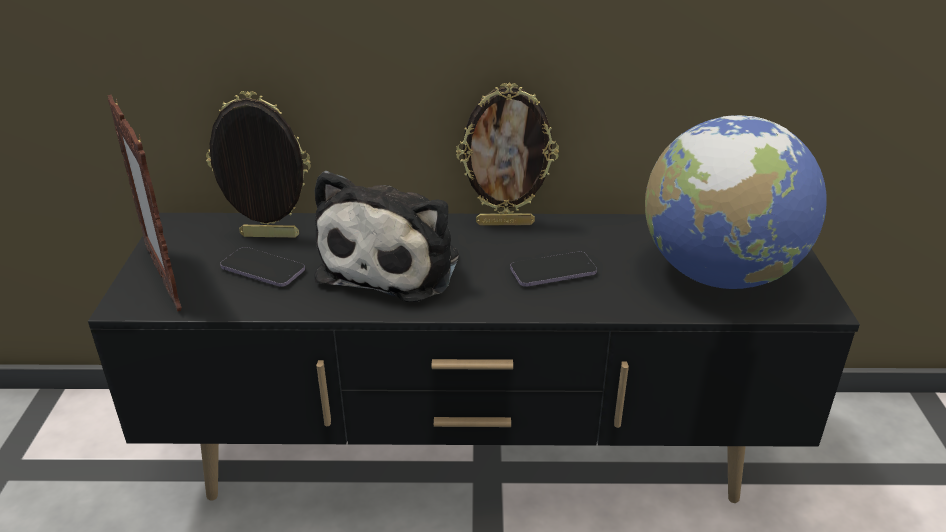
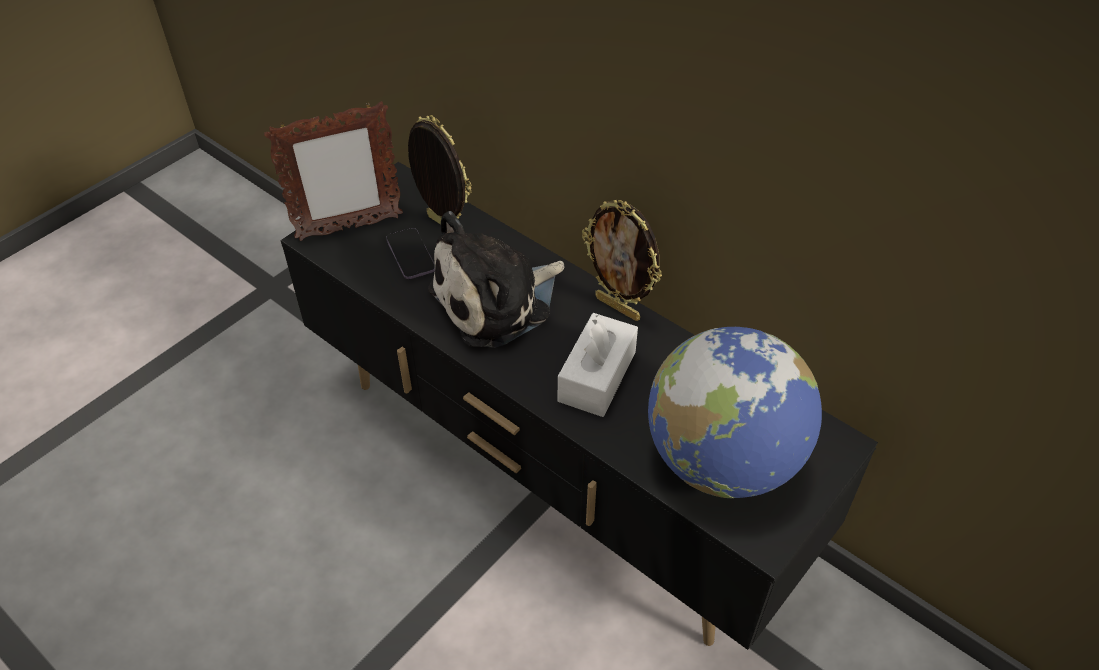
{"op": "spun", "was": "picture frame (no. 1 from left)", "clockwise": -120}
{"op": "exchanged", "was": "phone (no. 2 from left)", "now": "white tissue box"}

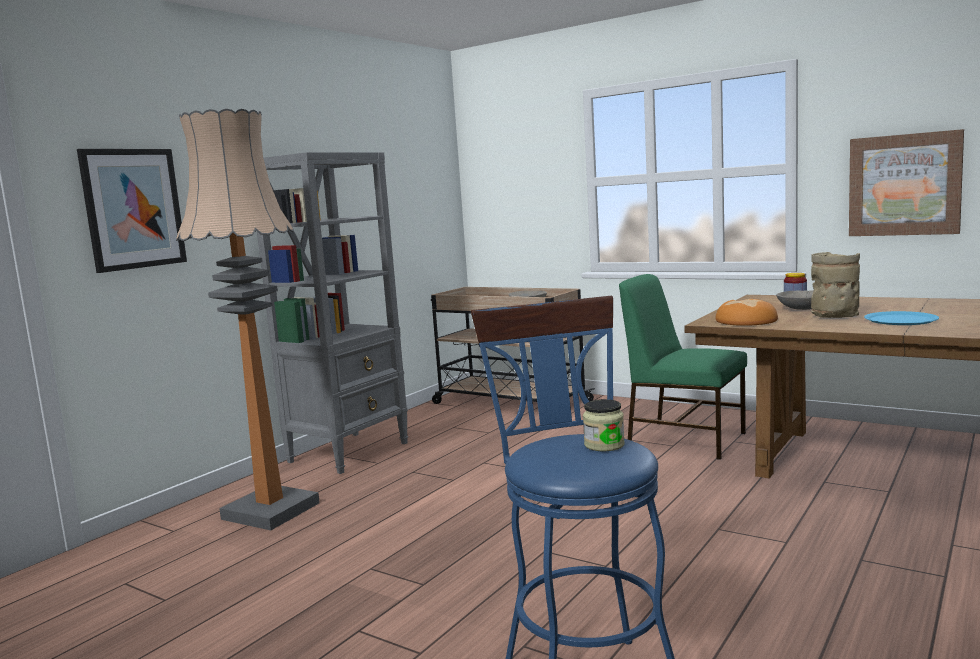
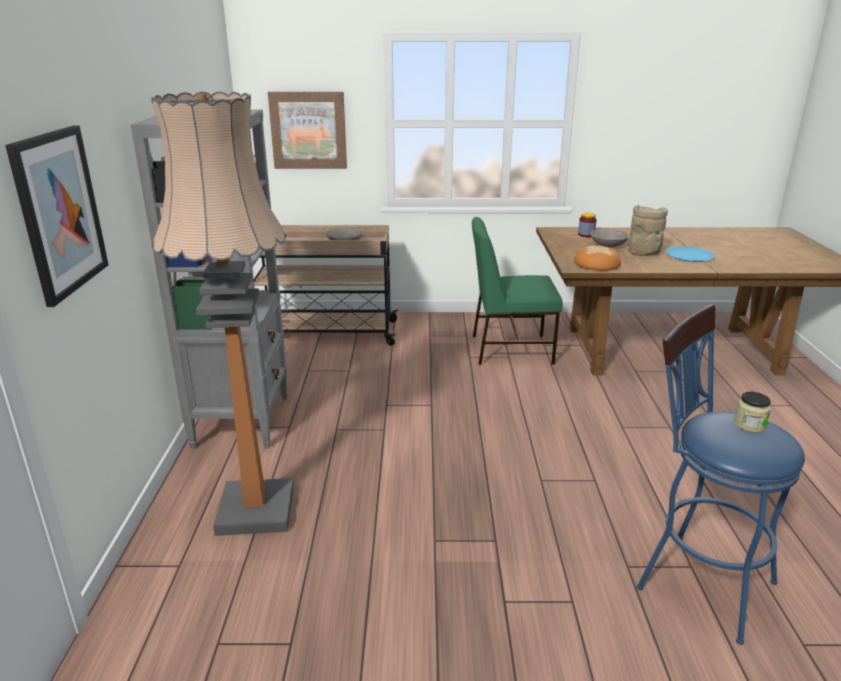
{"op": "relocated", "was": "picture (no. 2 from left)"}

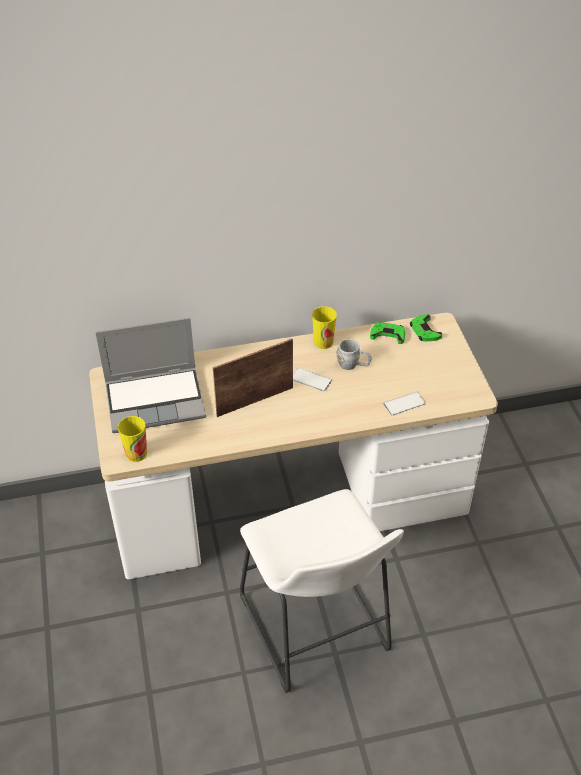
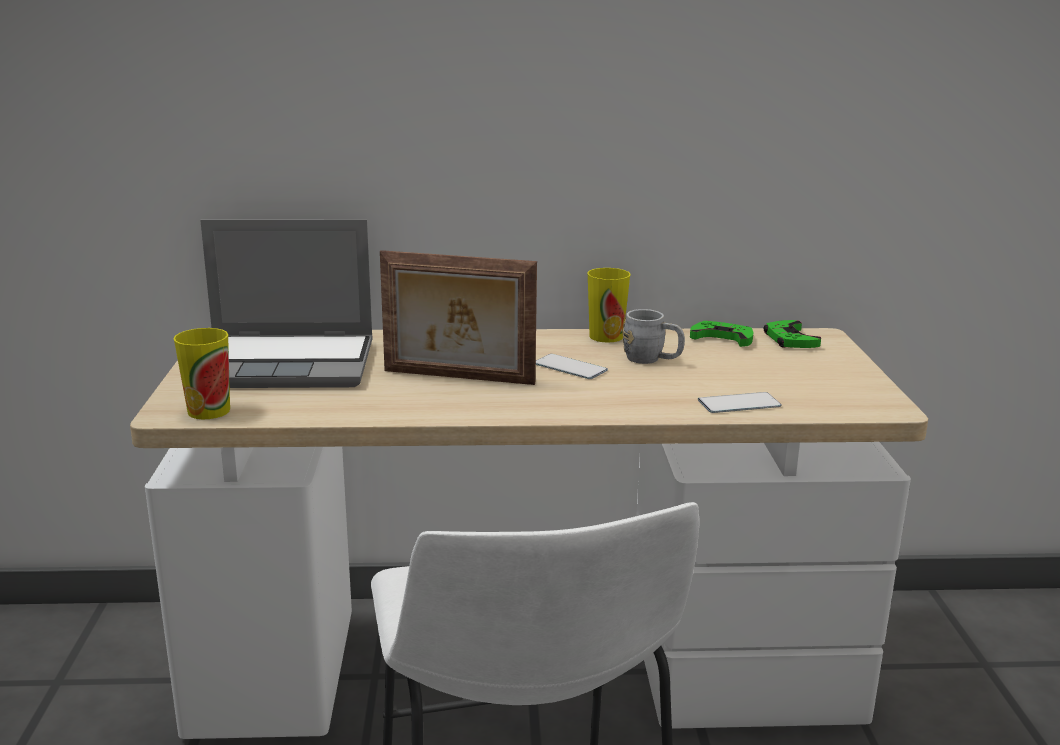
{"op": "spun", "was": "picture frame", "clockwise": -150}

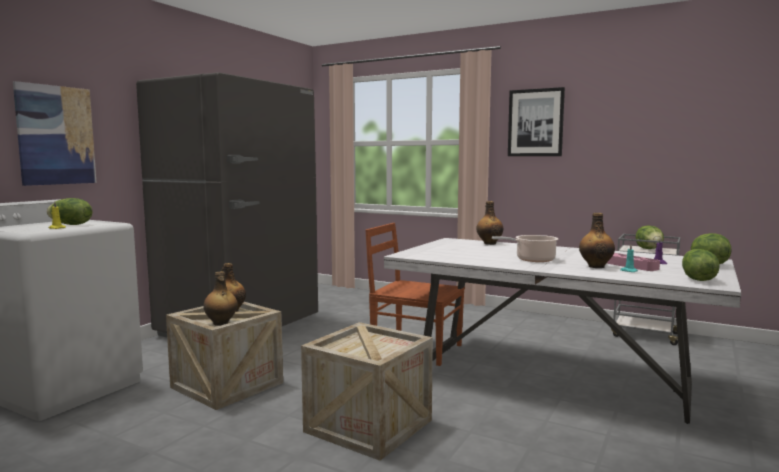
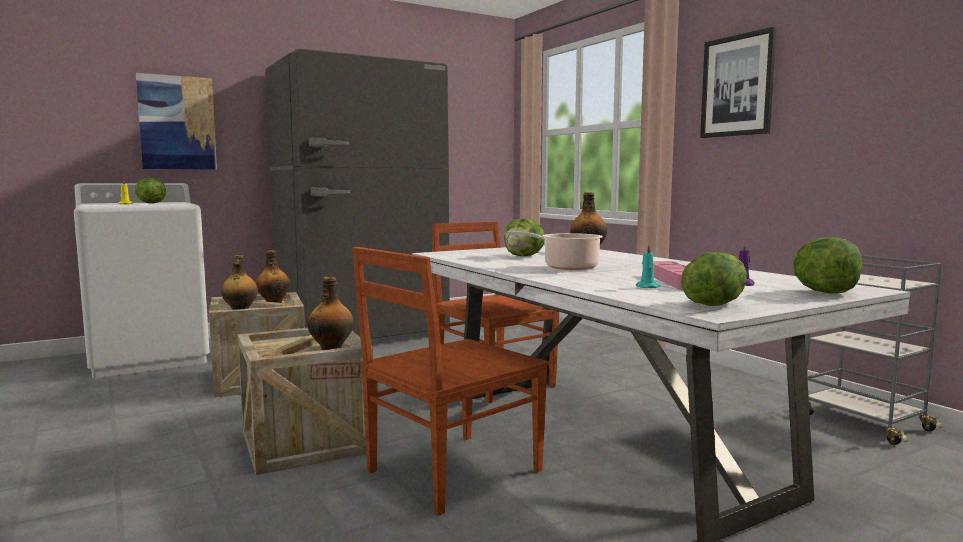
{"op": "relocated", "was": "bottle (no. 4 from left in the first image)", "now": "bottle (no. 3 from left)"}
{"op": "appeared", "now": "brown chair (no. 1 from left)"}
{"op": "relocated", "was": "lettuce (no. 2 from left)"}

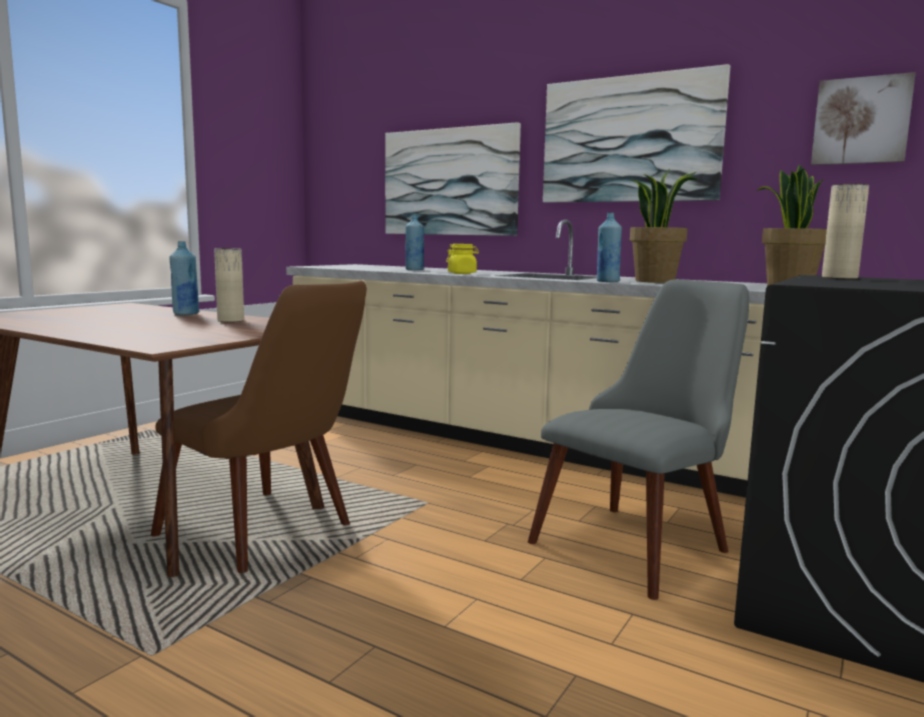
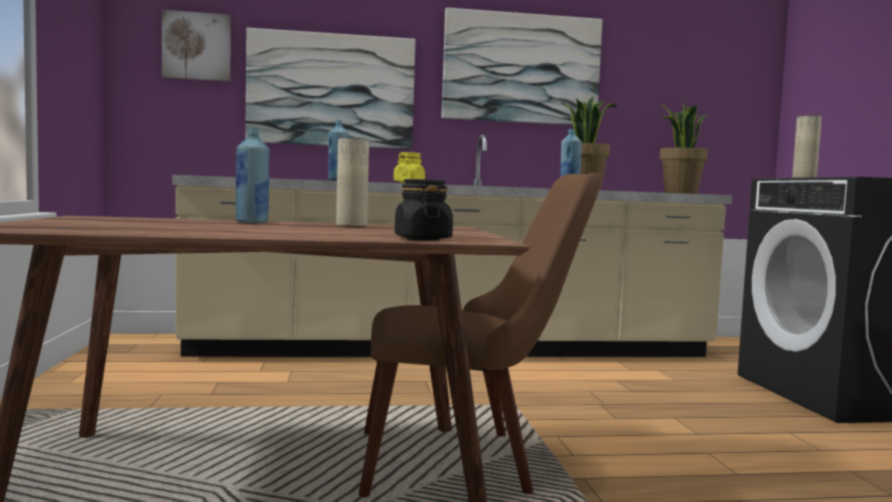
{"op": "relocated", "was": "picture (no. 3 from left in the first image)", "now": "picture (no. 1 from left)"}
{"op": "appeared", "now": "black jar"}
{"op": "missing", "was": "grey chair"}

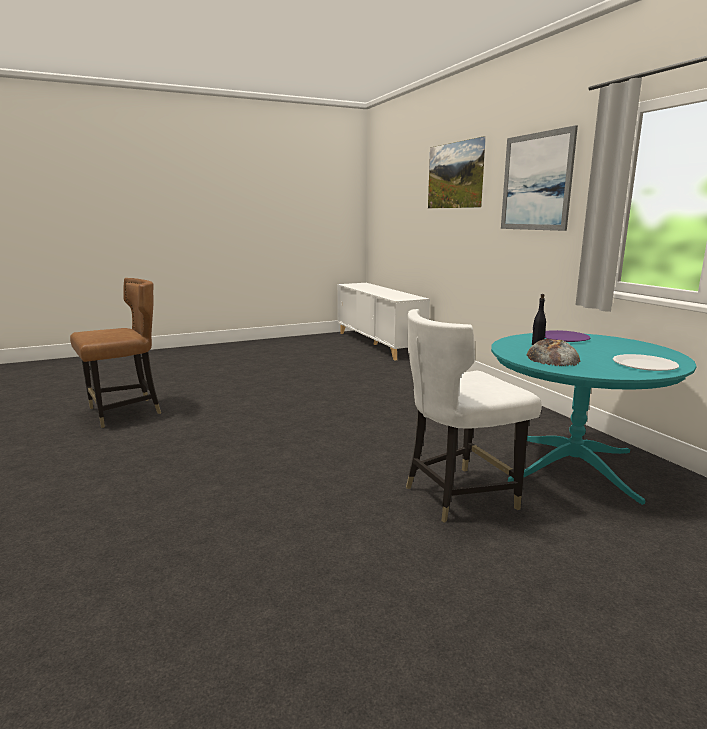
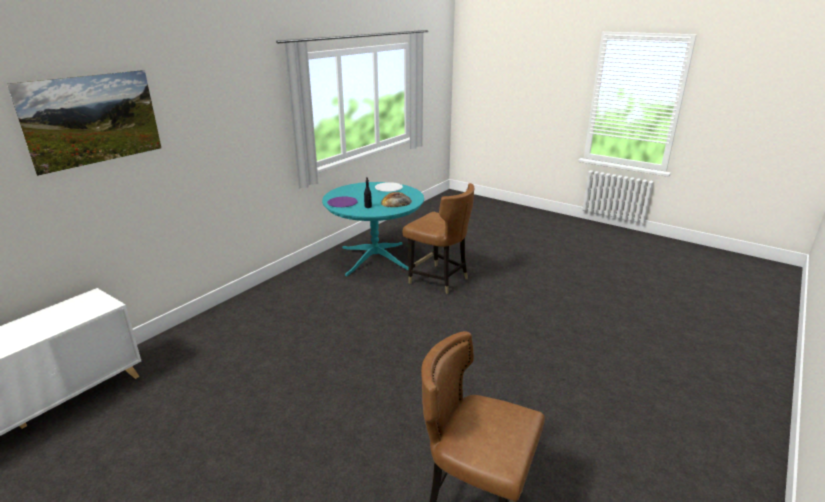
{"op": "colour", "was": "white chair", "now": "brown chair (no. 1 from left)"}
{"op": "missing", "was": "picture (no. 2 from left)"}

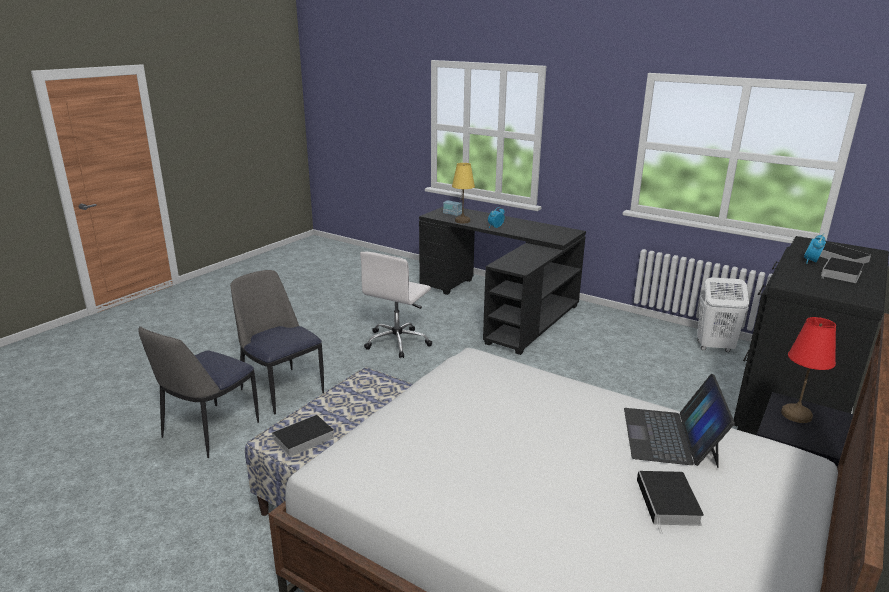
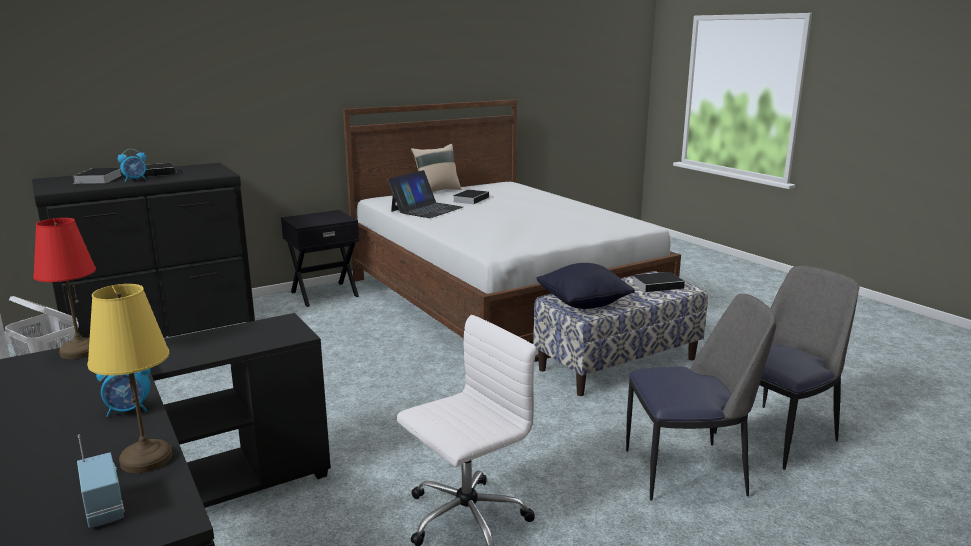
{"op": "relocated", "was": "red table lamp"}
{"op": "appeared", "now": "beige pillow"}
{"op": "appeared", "now": "black pillow"}
{"op": "spun", "was": "chair (no. 2 from left in the first image)", "clockwise": -75}

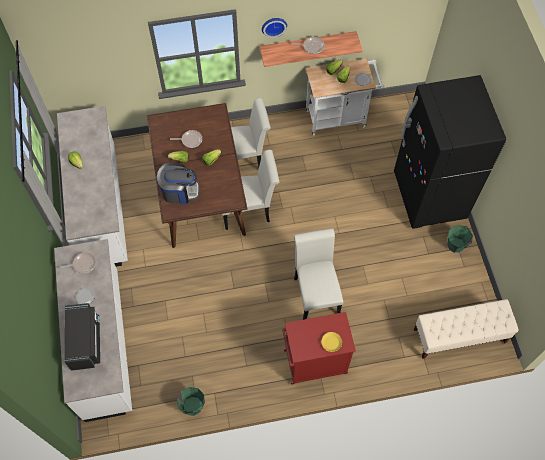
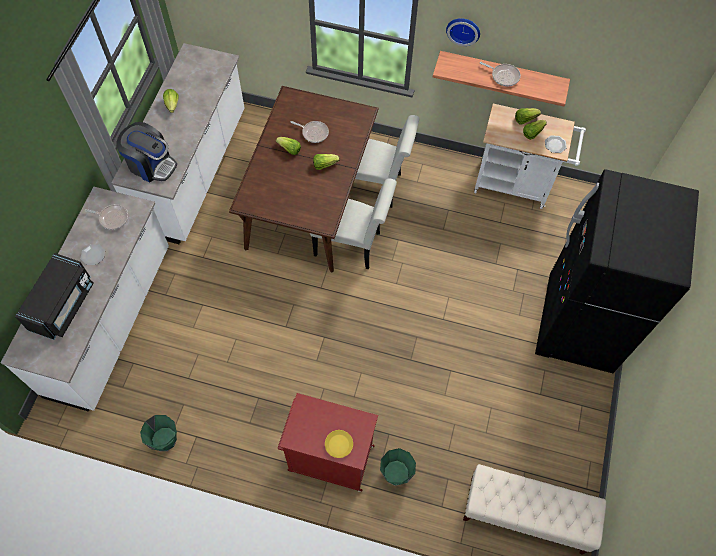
{"op": "relocated", "was": "coffee machine"}
{"op": "relocated", "was": "green bucket (no. 2 from left)"}
{"op": "missing", "was": "white chair (no. 3 from left)"}

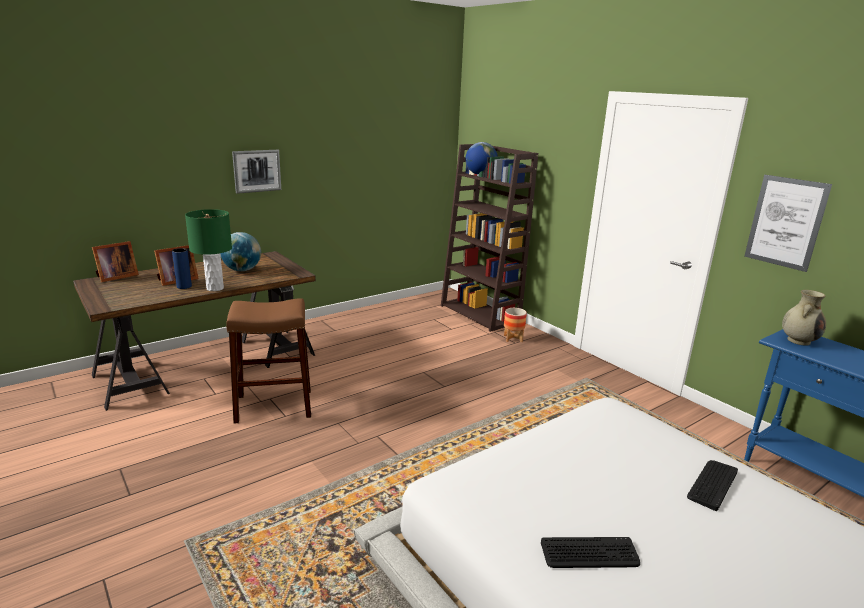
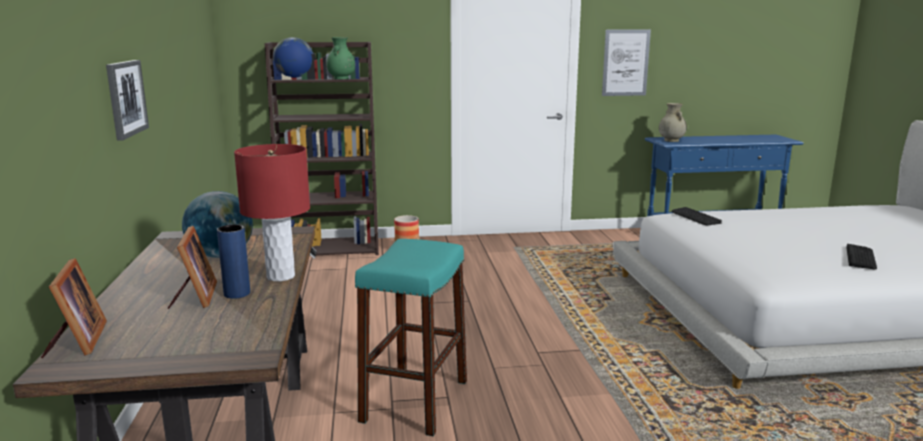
{"op": "colour", "was": "green table lamp", "now": "red table lamp"}
{"op": "appeared", "now": "green vase"}
{"op": "colour", "was": "brown stool", "now": "turquoise stool"}
{"op": "relocated", "was": "keyboard (no. 2 from left in the first image)", "now": "keyboard (no. 1 from left)"}

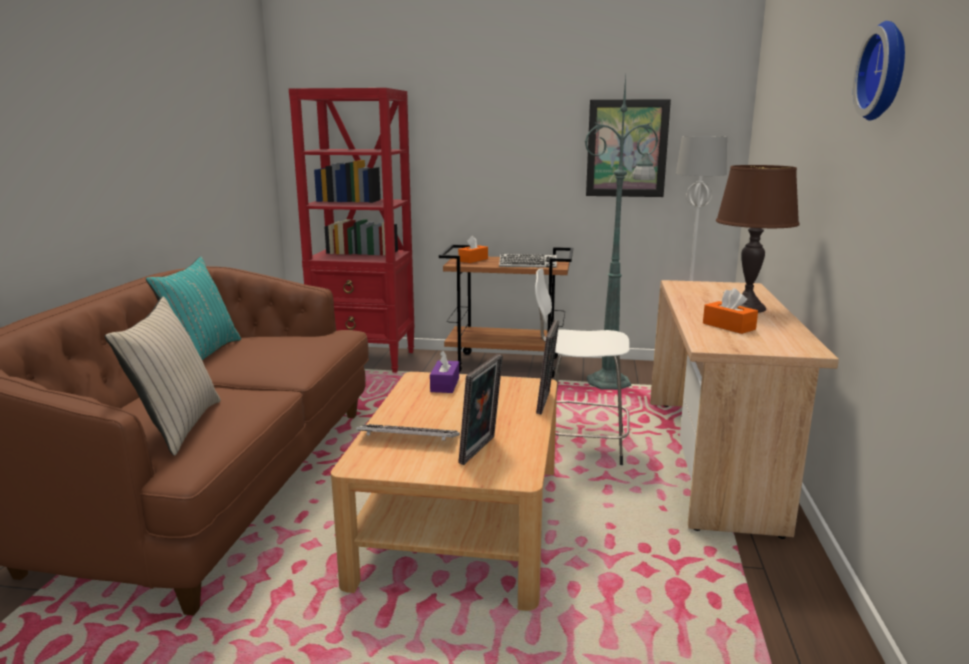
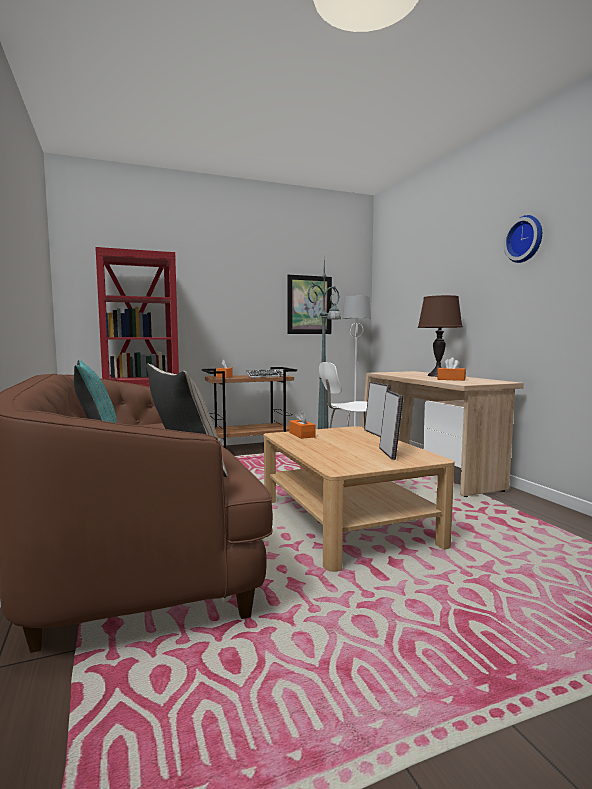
{"op": "colour", "was": "purple tissue box", "now": "orange tissue box (no. 2 from left)"}
{"op": "missing", "was": "keyboard (no. 1 from left)"}

